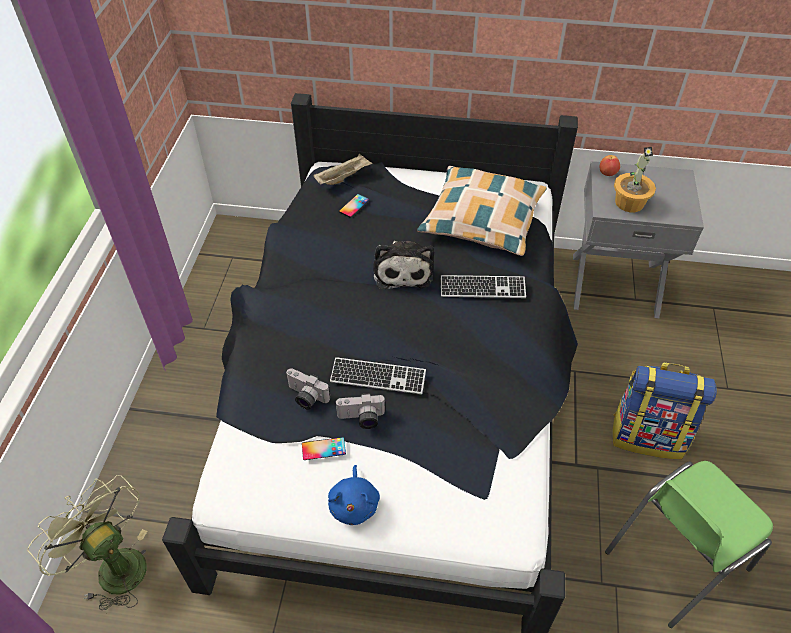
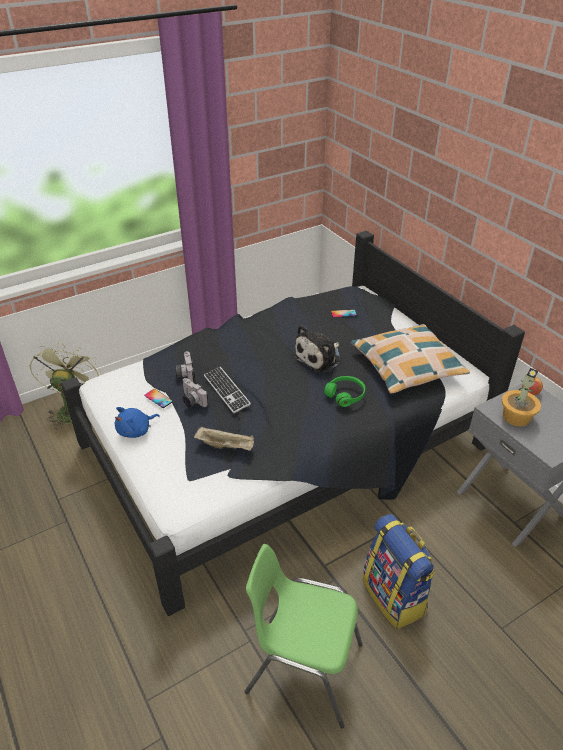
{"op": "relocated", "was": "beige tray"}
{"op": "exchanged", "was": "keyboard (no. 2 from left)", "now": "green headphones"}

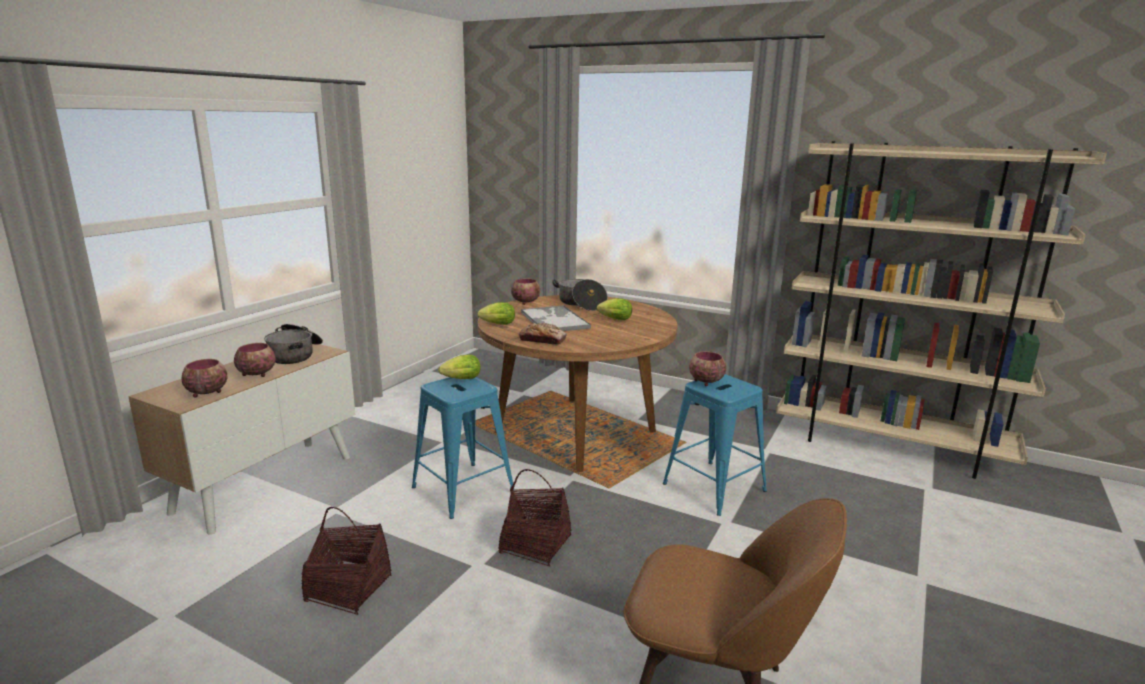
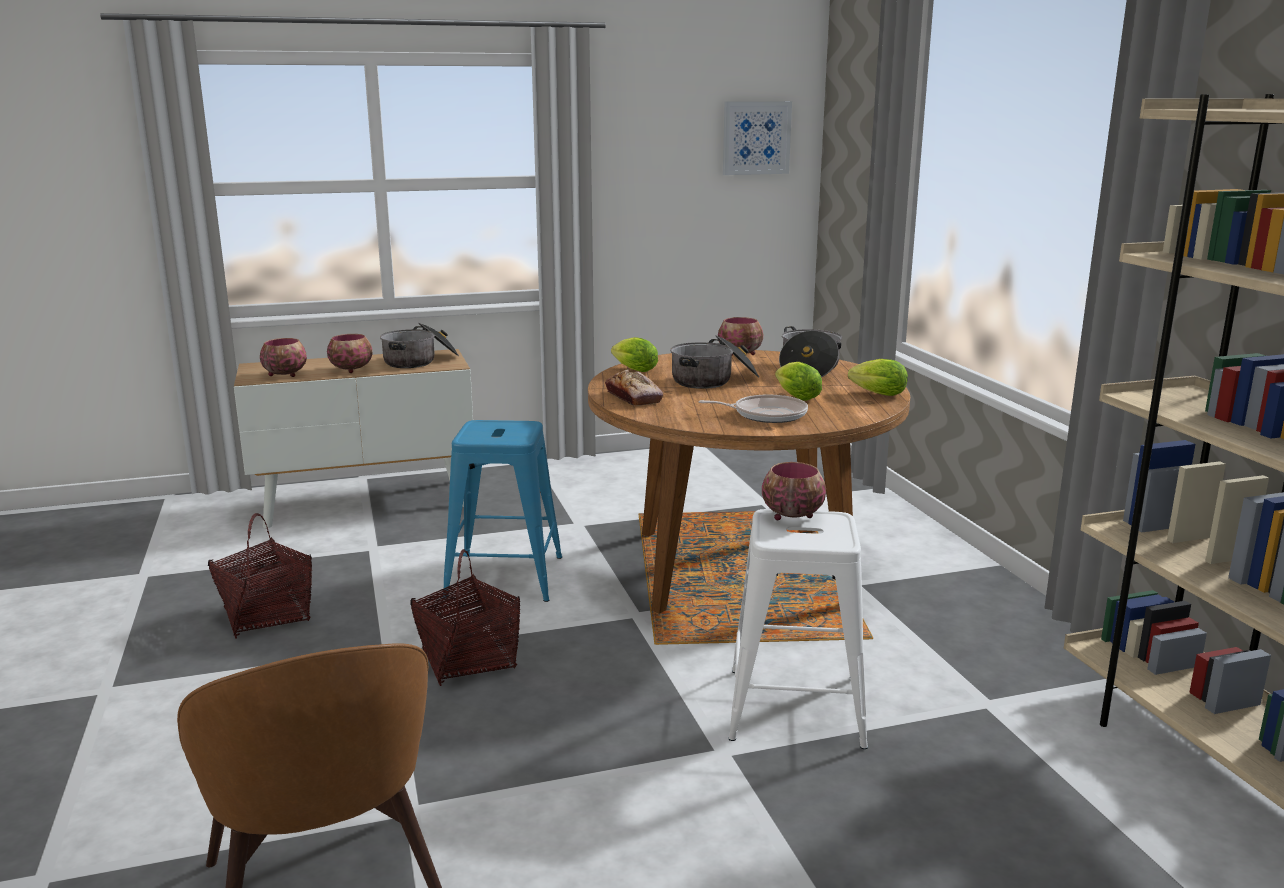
{"op": "exchanged", "was": "tray", "now": "cooking pot (no. 2 from left)"}
{"op": "appeared", "now": "frying pan"}
{"op": "appeared", "now": "picture"}
{"op": "colour", "was": "blue stool (no. 2 from left)", "now": "white stool"}
{"op": "relocated", "was": "lettuce (no. 1 from left in the first image)", "now": "lettuce (no. 3 from left)"}

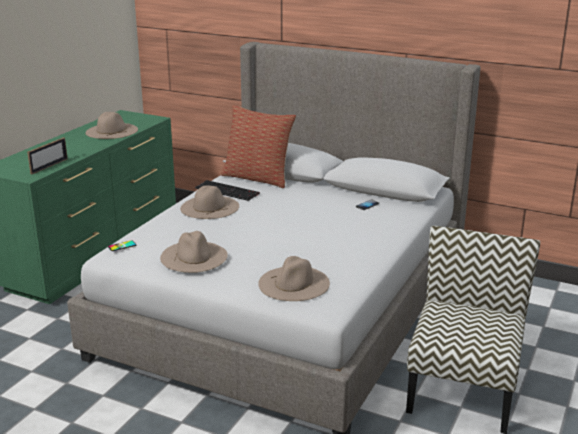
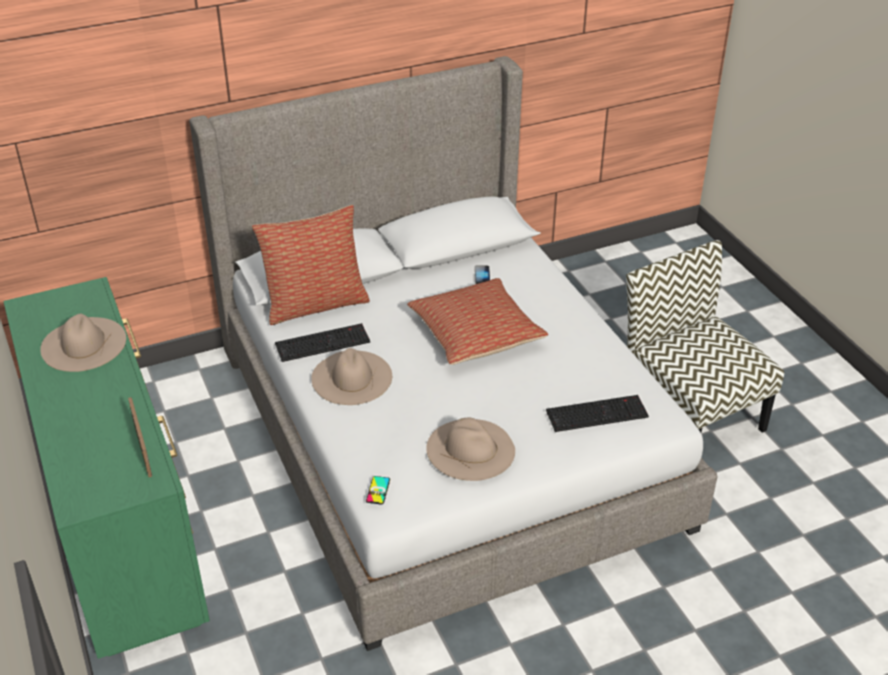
{"op": "appeared", "now": "pillow (no. 2 from left)"}
{"op": "exchanged", "was": "beige hat (no. 4 from left)", "now": "keyboard (no. 2 from left)"}

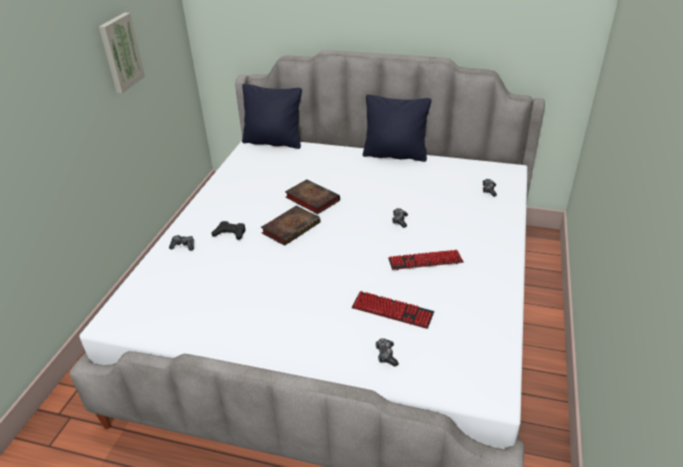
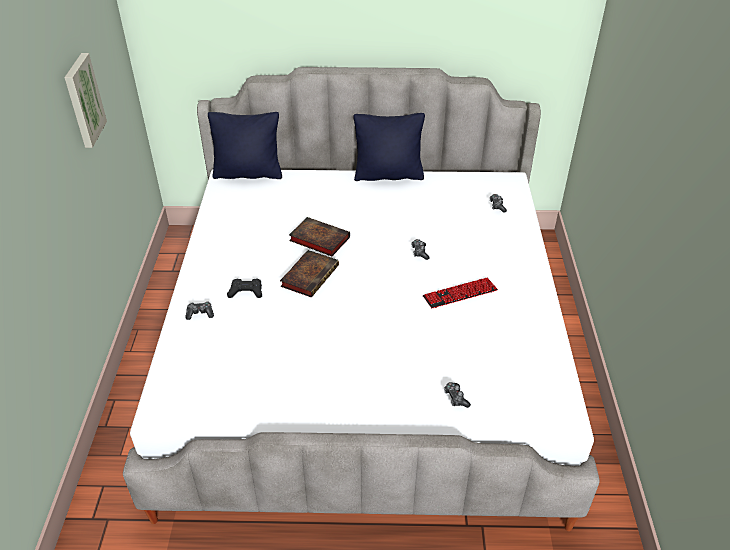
{"op": "missing", "was": "keyboard (no. 1 from left)"}

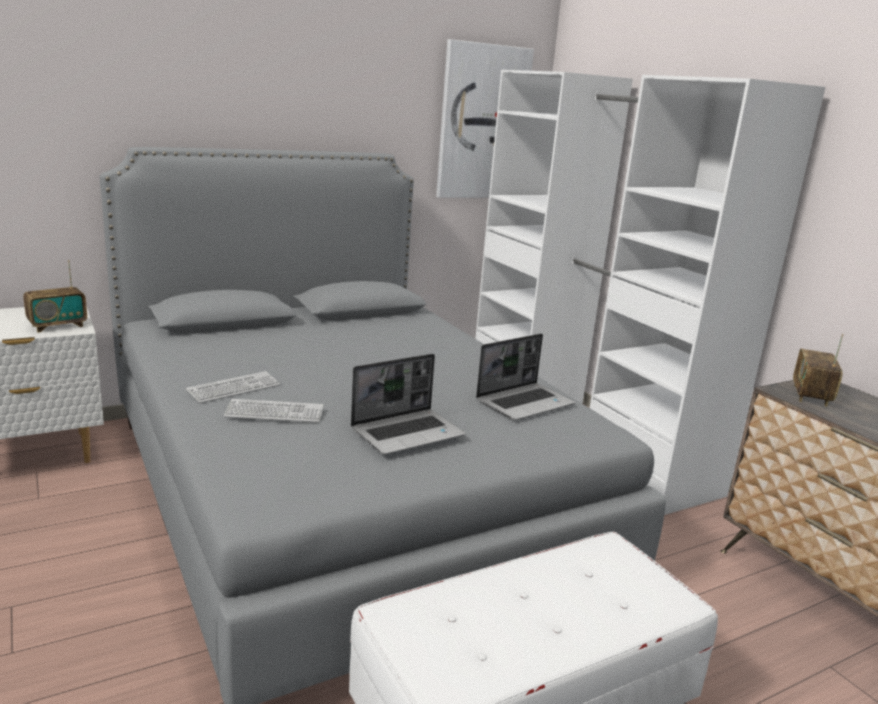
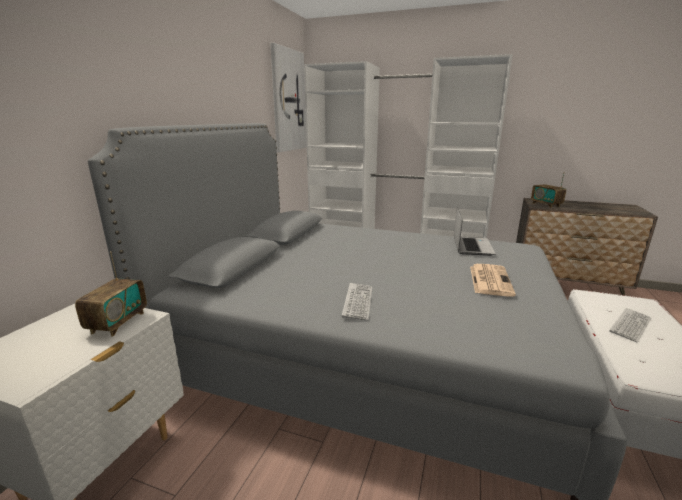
{"op": "exchanged", "was": "laptop (no. 1 from left)", "now": "newspaper"}
{"op": "relocated", "was": "keyboard (no. 2 from left)"}

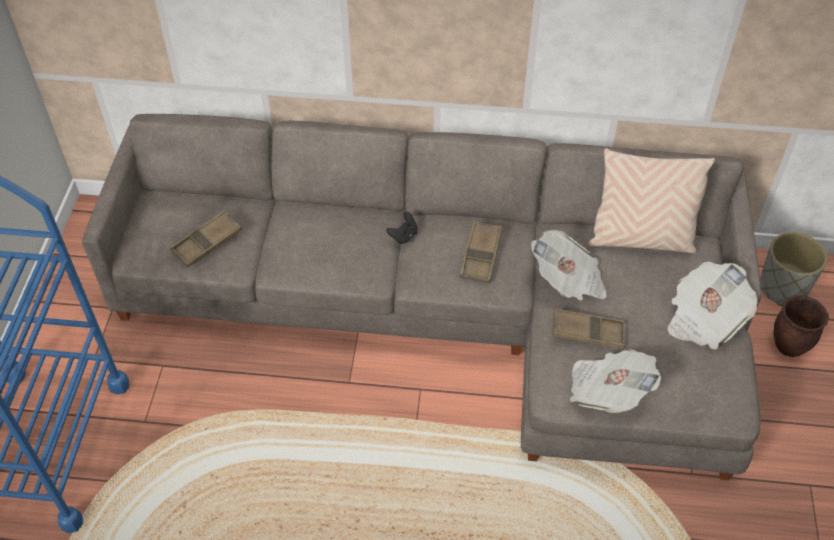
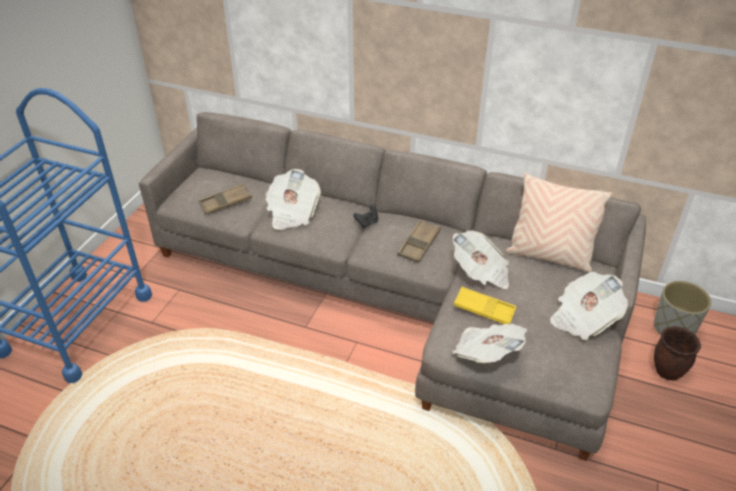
{"op": "appeared", "now": "newspaper (no. 1 from left)"}
{"op": "colour", "was": "brown tray (no. 3 from left)", "now": "yellow tray"}

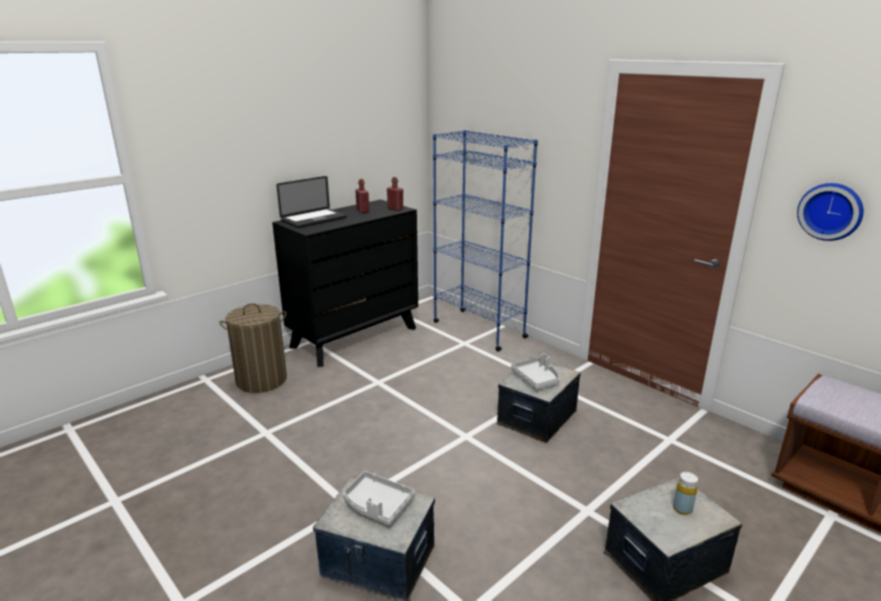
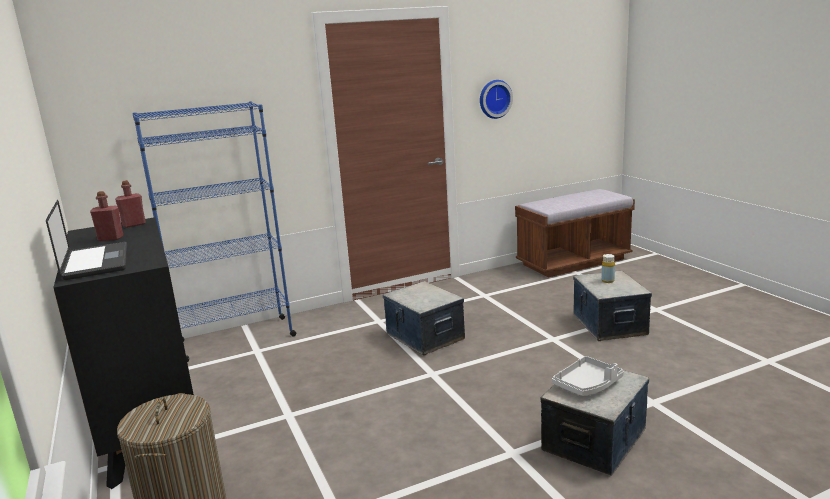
{"op": "missing", "was": "grey tray (no. 2 from left)"}

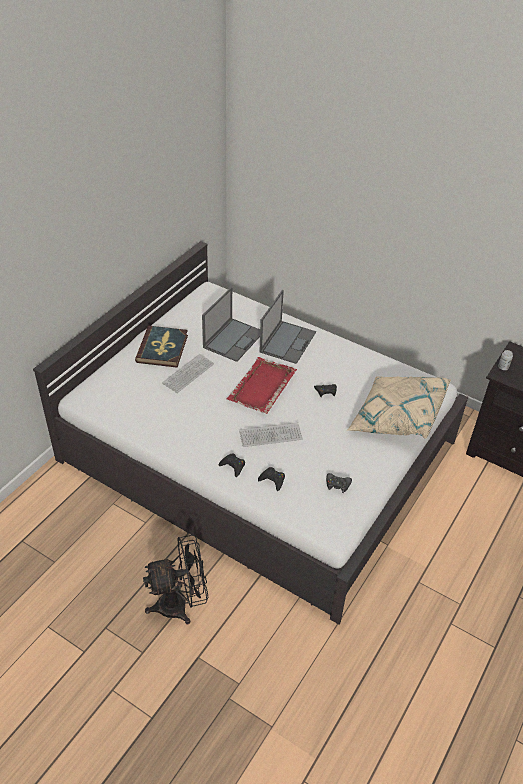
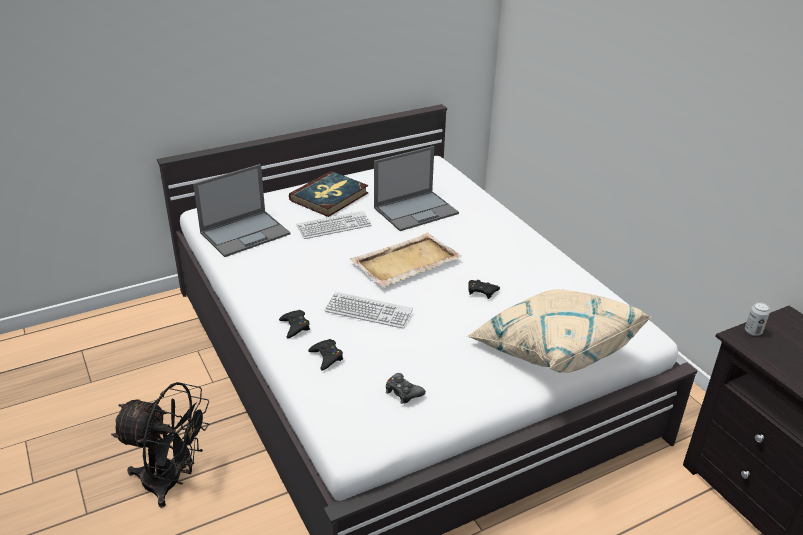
{"op": "relocated", "was": "laptop (no. 2 from left in the first image)", "now": "laptop (no. 1 from left)"}
{"op": "colour", "was": "red tray", "now": "beige tray"}

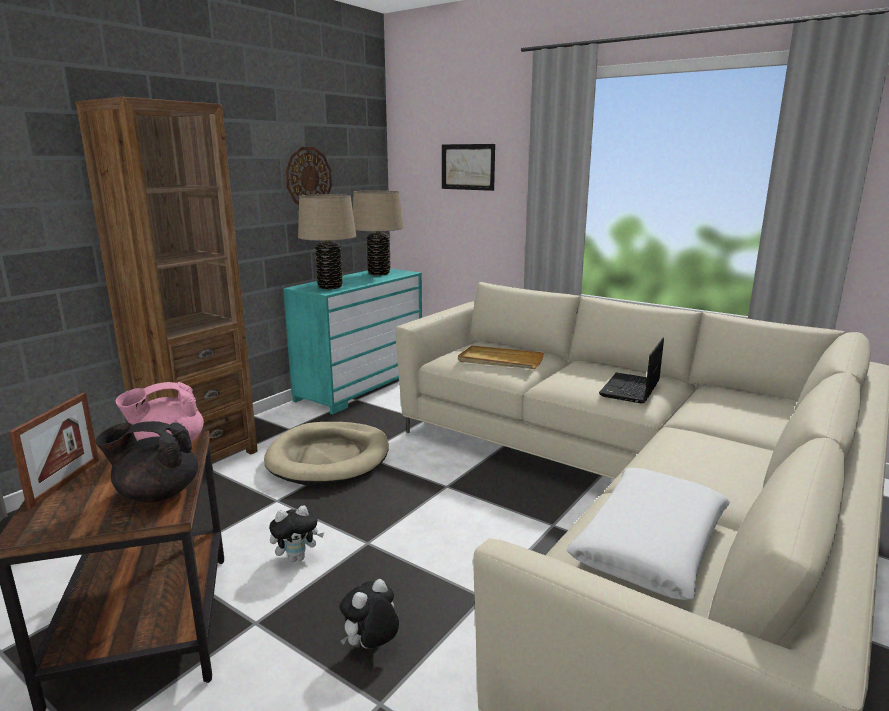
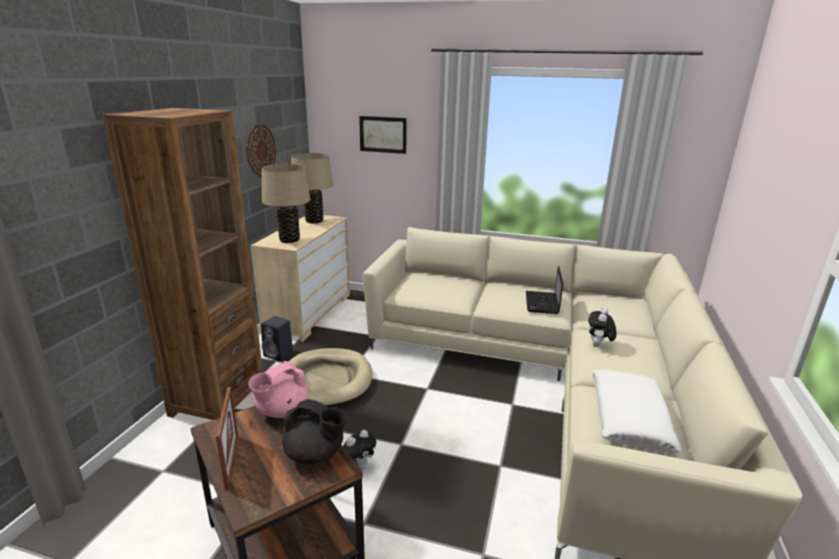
{"op": "colour", "was": "turquoise dresser", "now": "beige dresser"}
{"op": "appeared", "now": "black speaker"}
{"op": "spun", "was": "black teapot", "clockwise": -135}
{"op": "relocated", "was": "plush toy (no. 2 from left)"}
{"op": "missing", "was": "beige tray"}

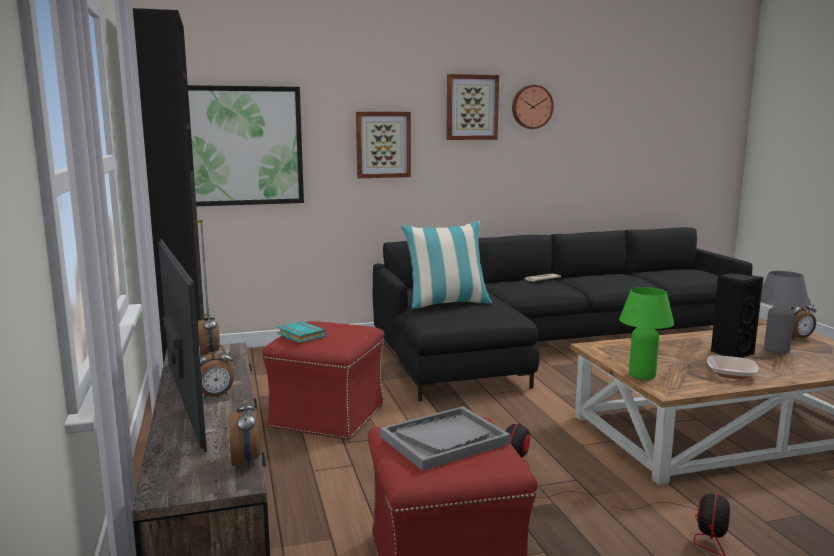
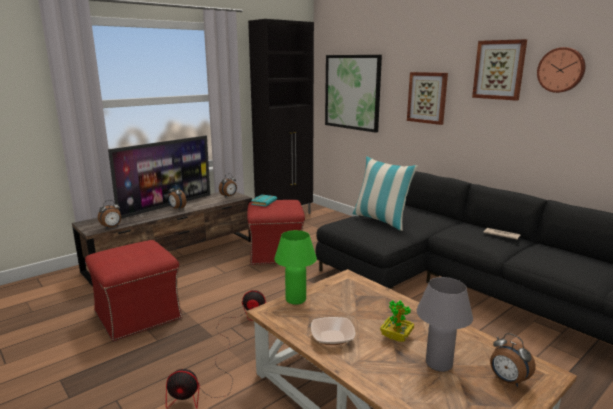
{"op": "exchanged", "was": "black speaker", "now": "potted plant"}
{"op": "missing", "was": "grey tray"}

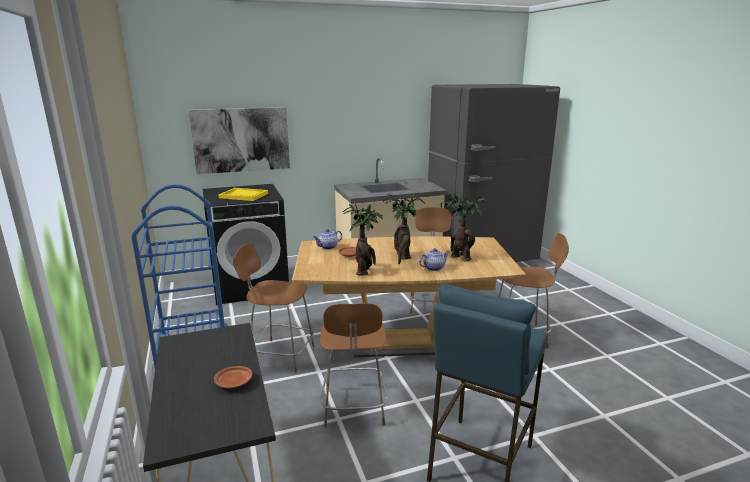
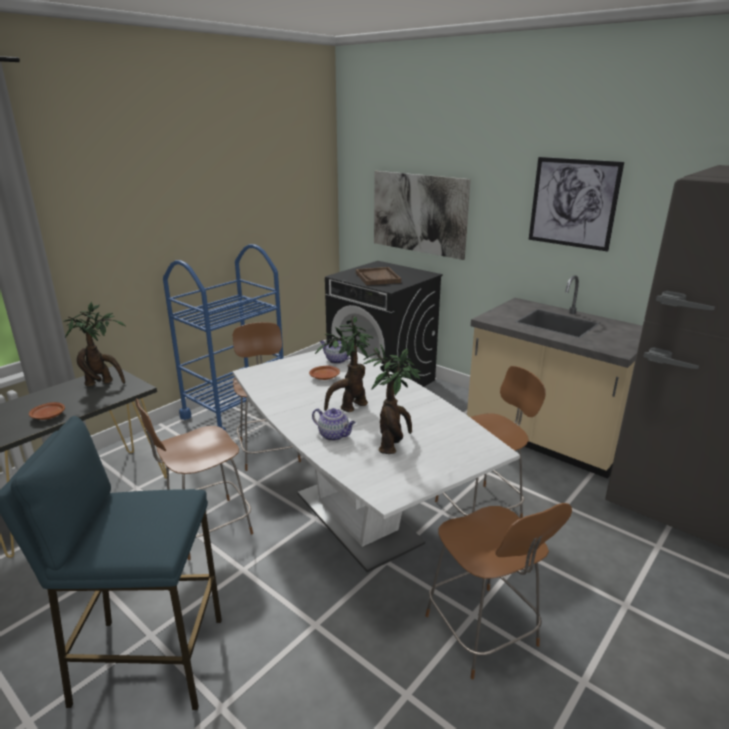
{"op": "relocated", "was": "potted plant (no. 1 from left)"}
{"op": "colour", "was": "brown dining table", "now": "white dining table"}
{"op": "colour", "was": "yellow tray", "now": "brown tray"}
{"op": "appeared", "now": "picture (no. 2 from left)"}

